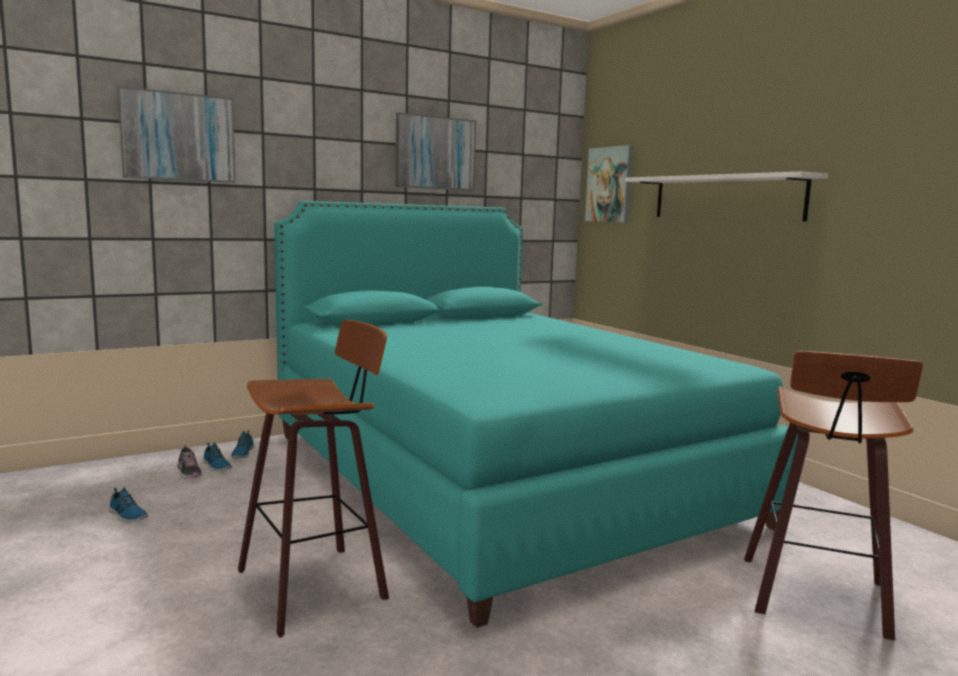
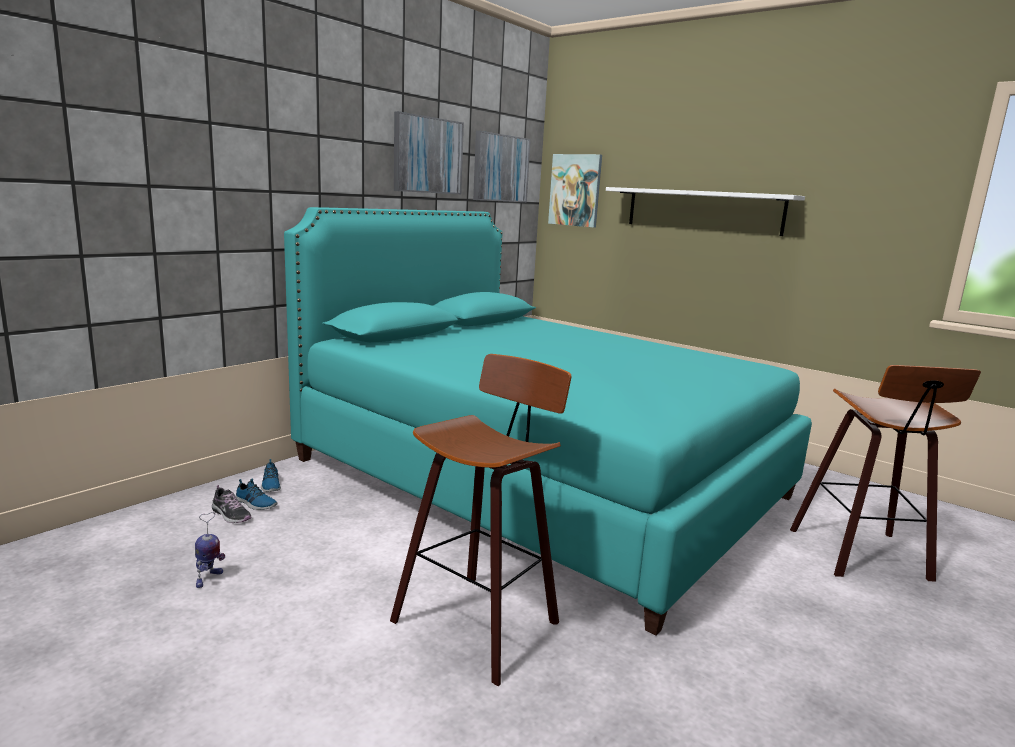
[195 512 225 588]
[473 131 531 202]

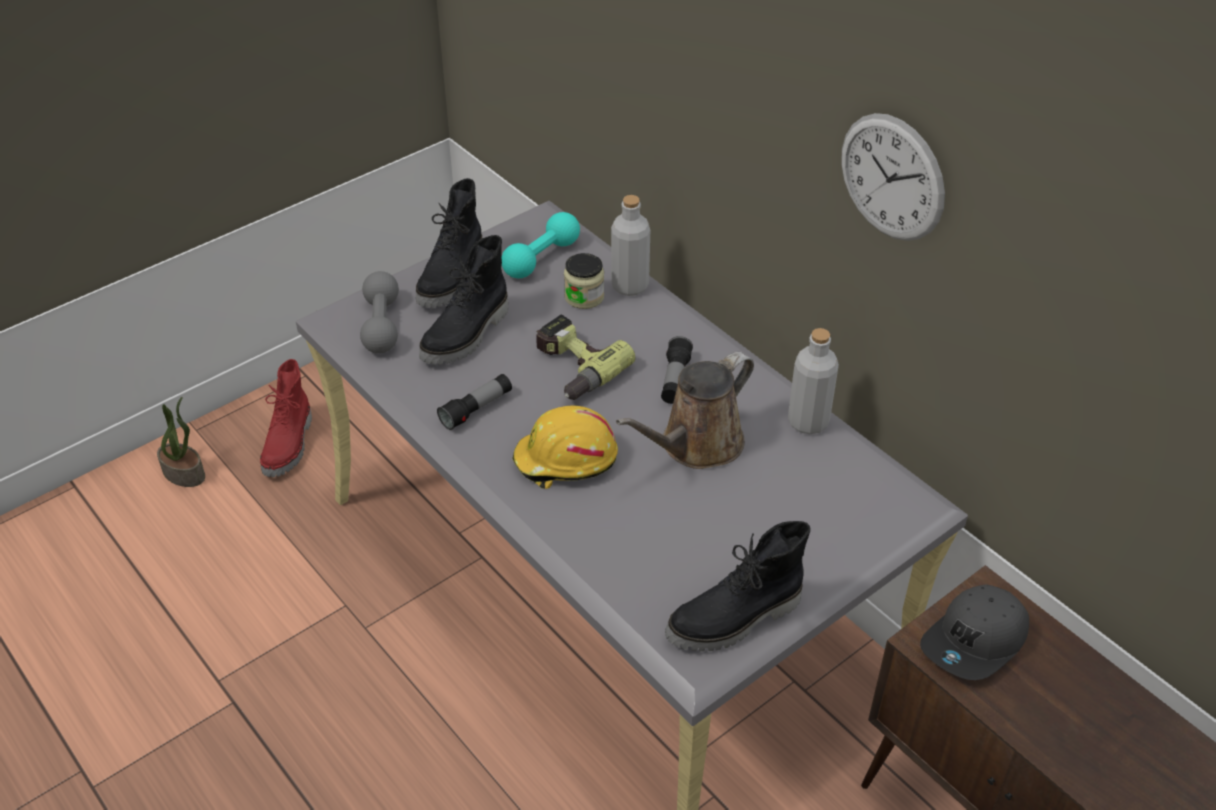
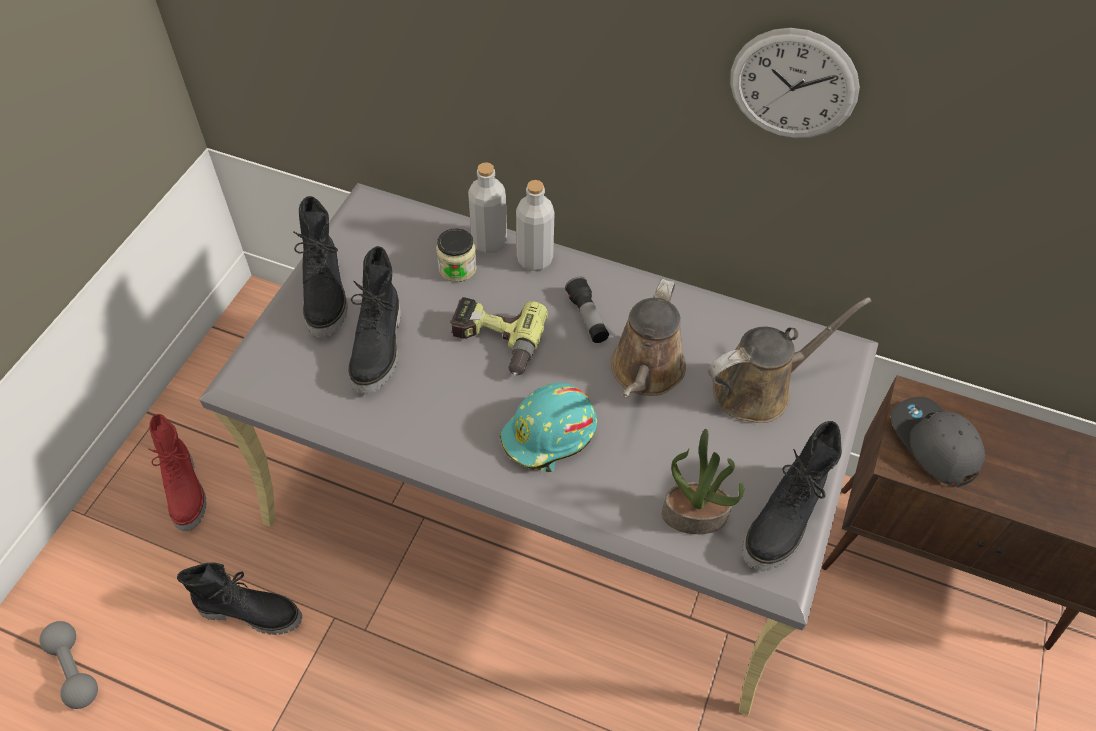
[40 621 98 709]
[177 562 302 635]
[500 383 597 473]
[516 180 555 271]
[662 429 744 534]
[708 297 872 423]
[891 397 985 486]
[437 374 512 430] (first image)
[502 212 580 279] (first image)

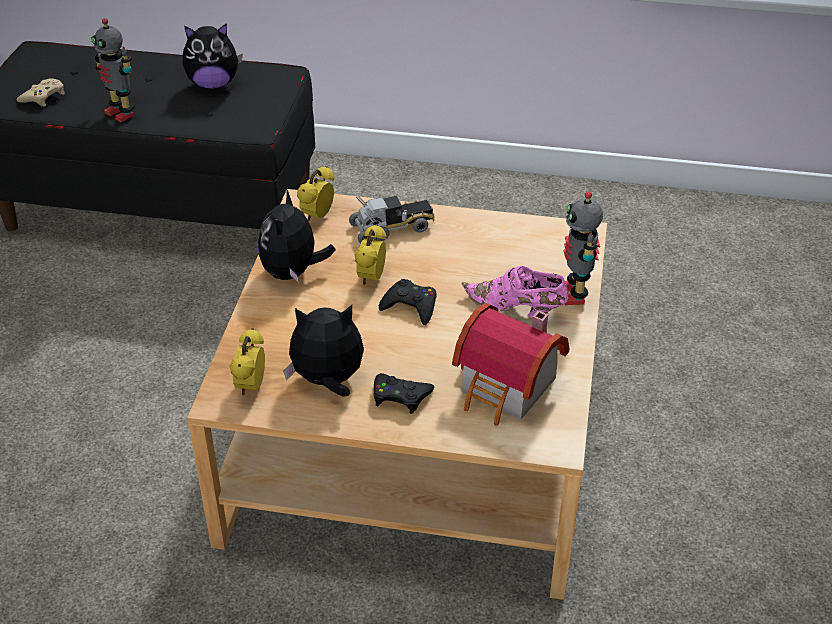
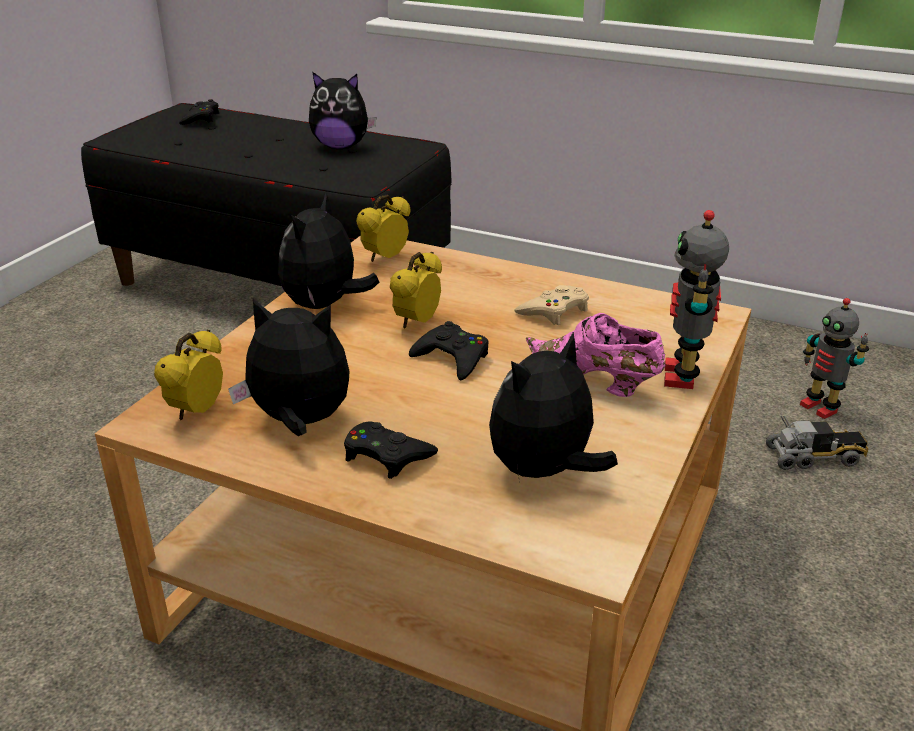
[179 99 219 125]
[489 332 618 478]
[514 285 589 325]
[766 415 869 470]
[800 298 869 419]

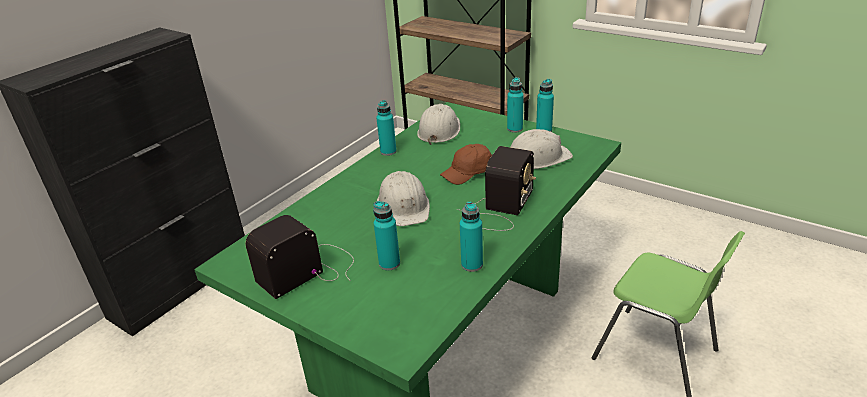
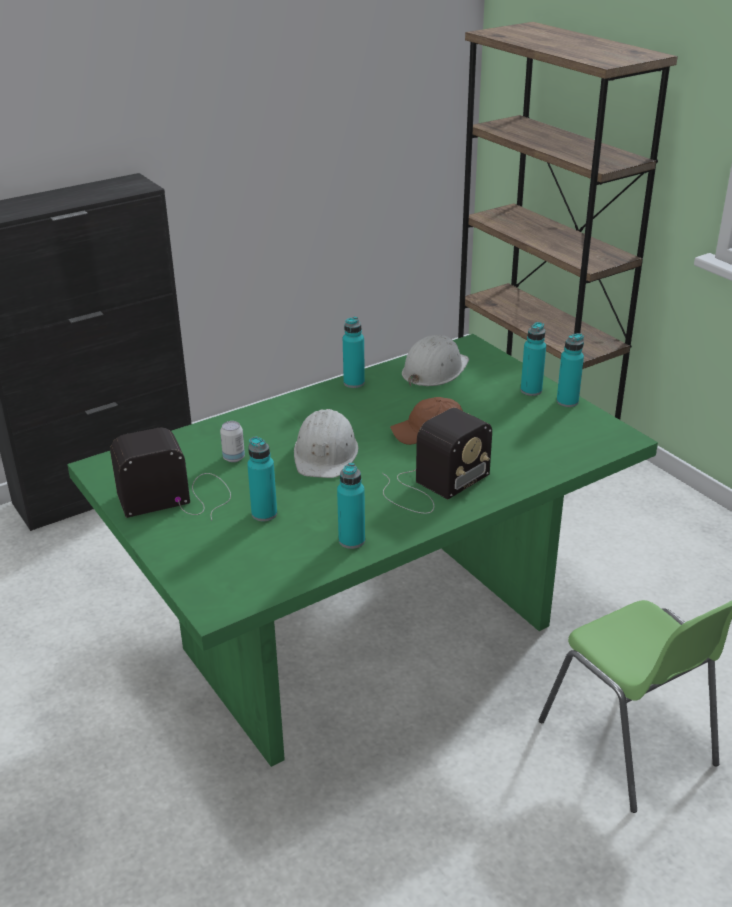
[220 421 245 462]
[510 129 573 169] (first image)

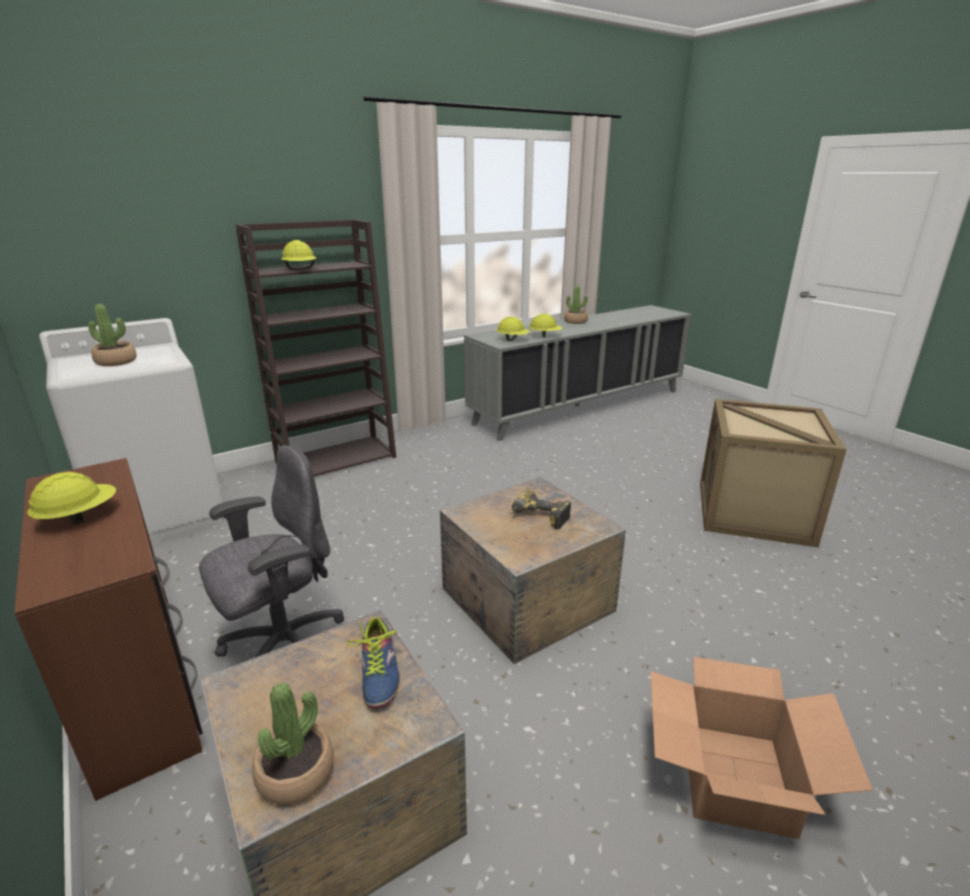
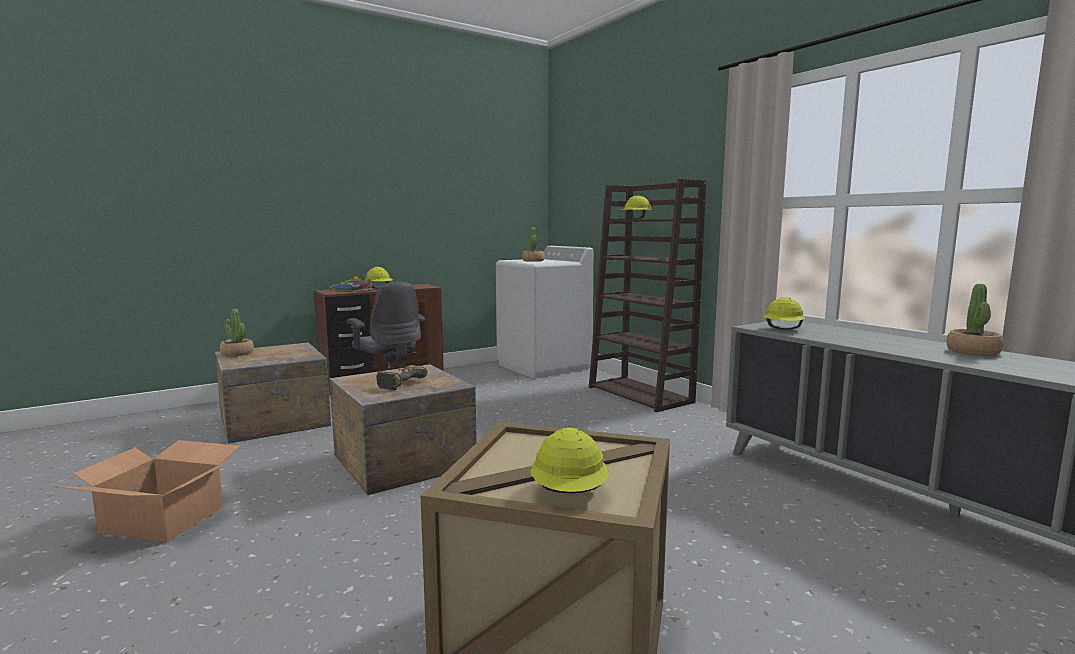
[330 275 372 292]
[531 428 609 493]

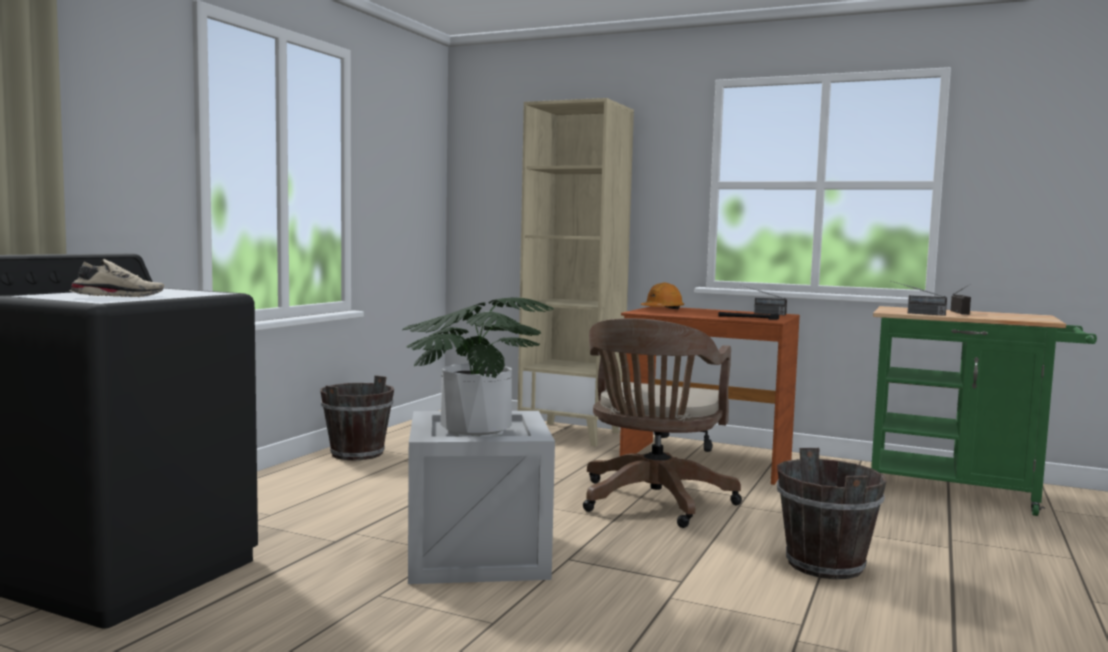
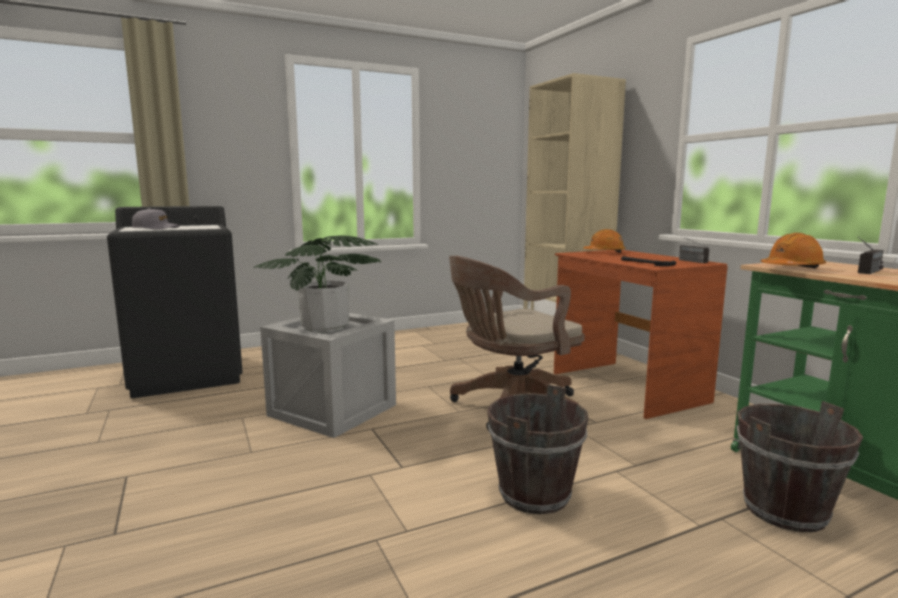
[132 208 180 230]
[737 401 863 532]
[761 233 826 269]

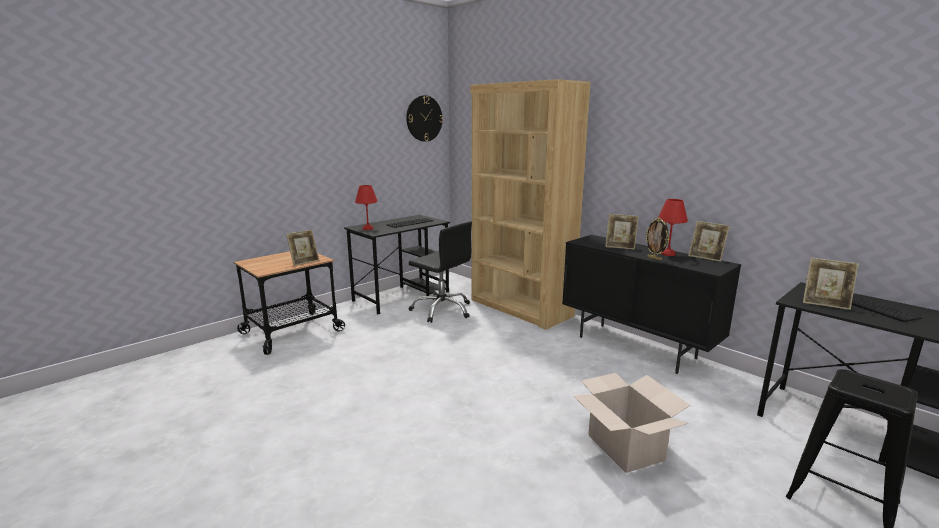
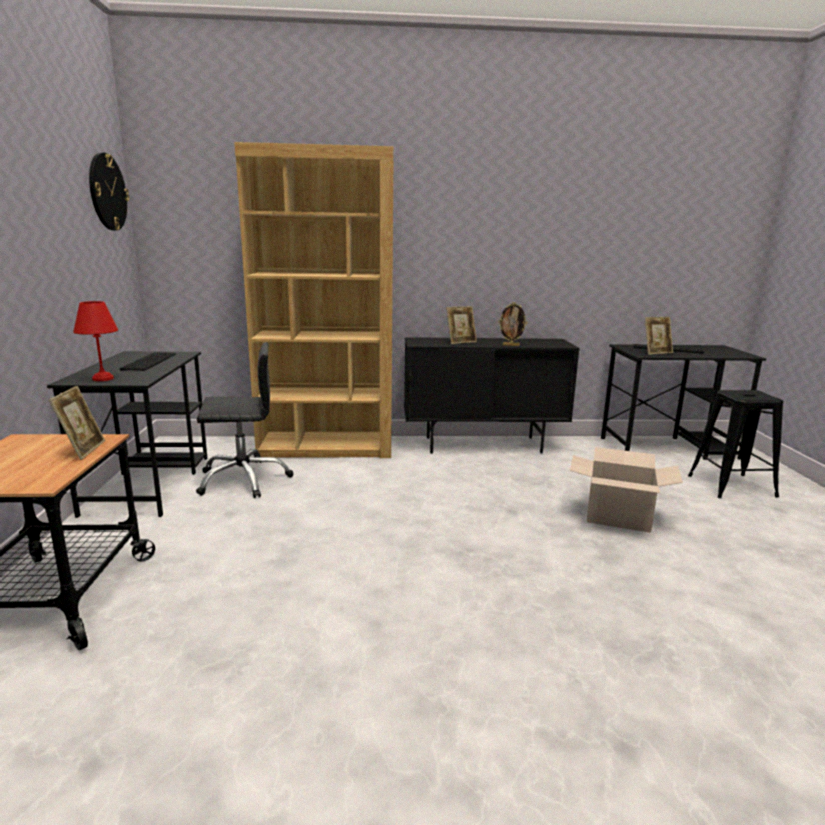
[657 199 688 256] (first image)
[688 221 730 262] (first image)

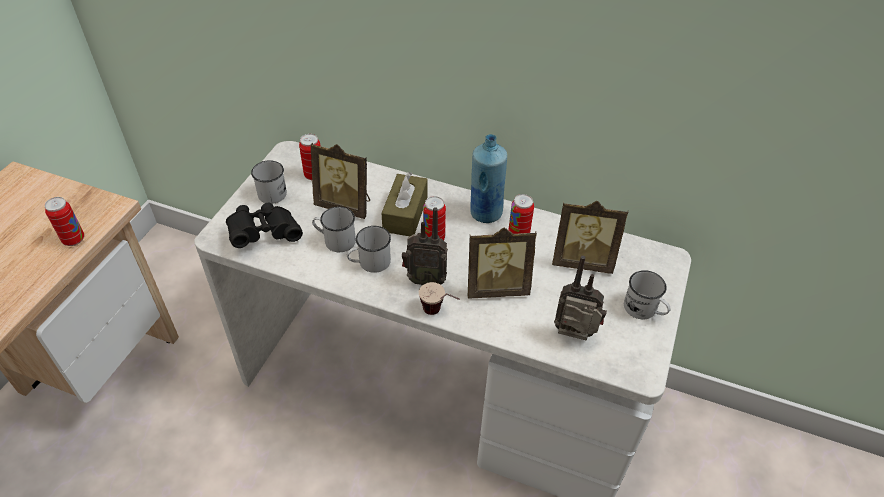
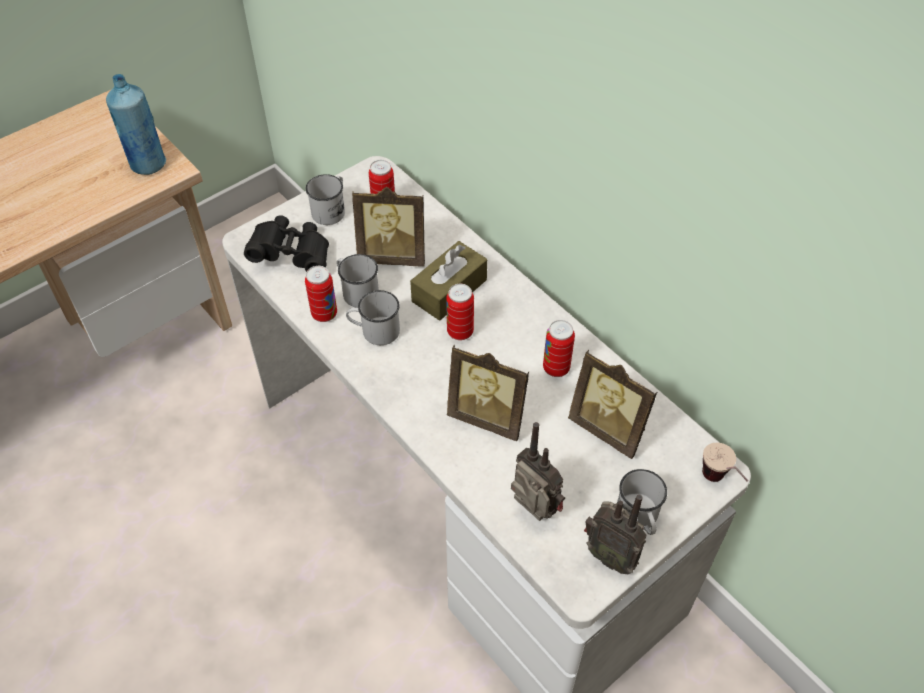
[106 74 166 175]
[305 266 337 322]
[352 187 425 267]
[584 495 647 574]
[702 442 748 482]

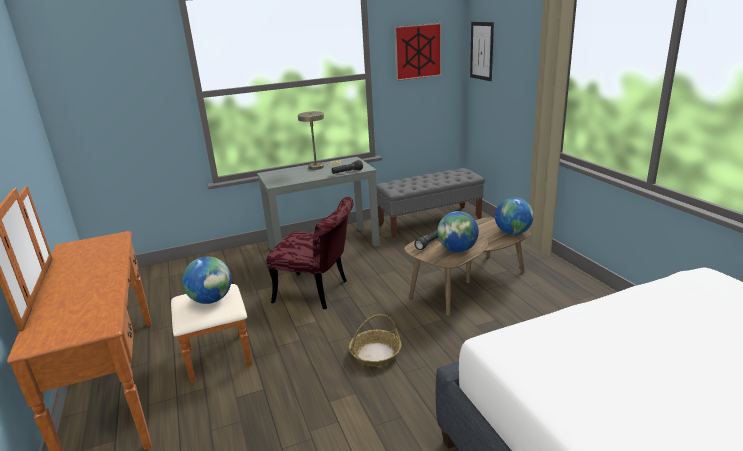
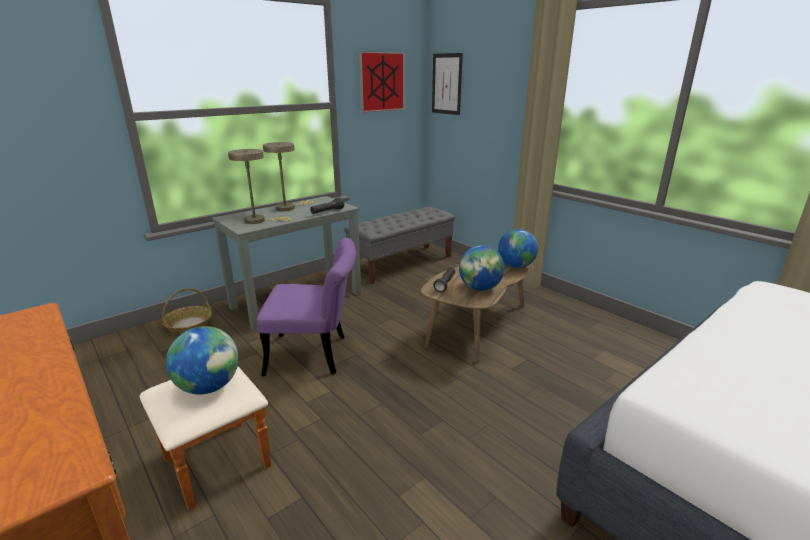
[162 288 212 334]
[228 149 290 224]
[257 238 356 376]

